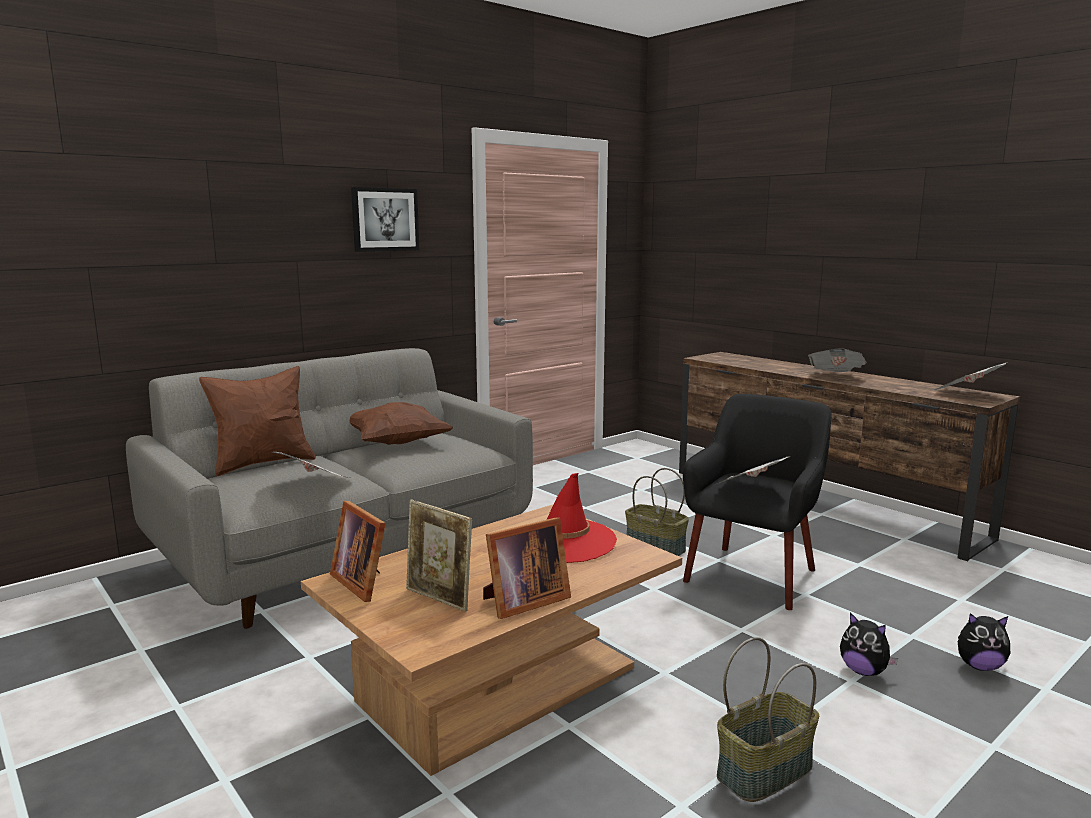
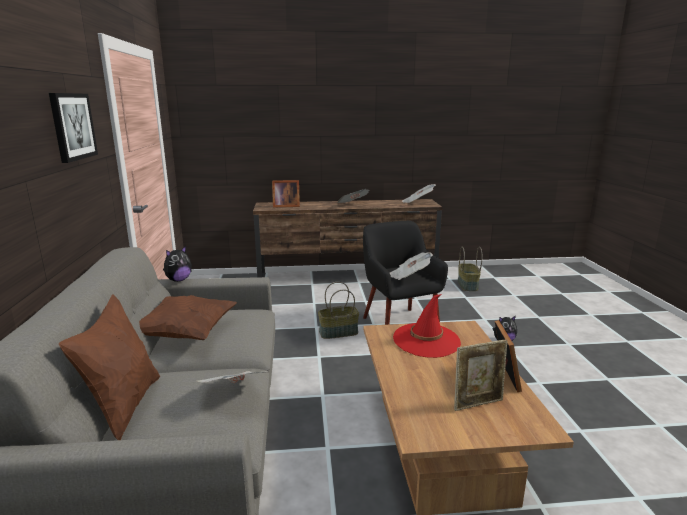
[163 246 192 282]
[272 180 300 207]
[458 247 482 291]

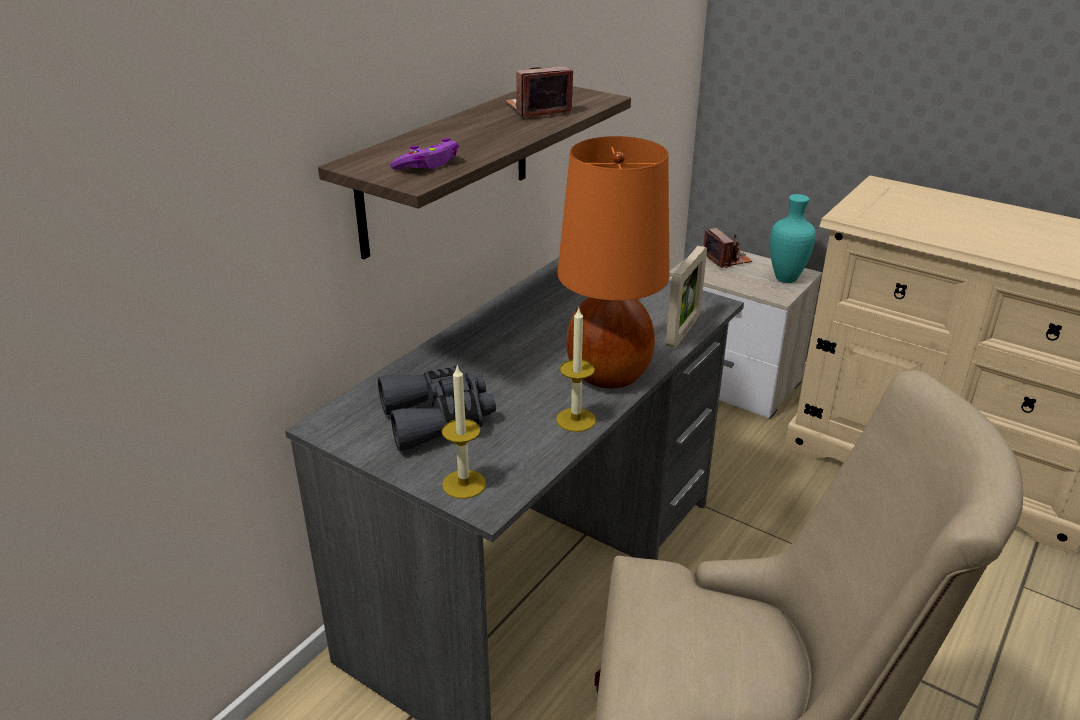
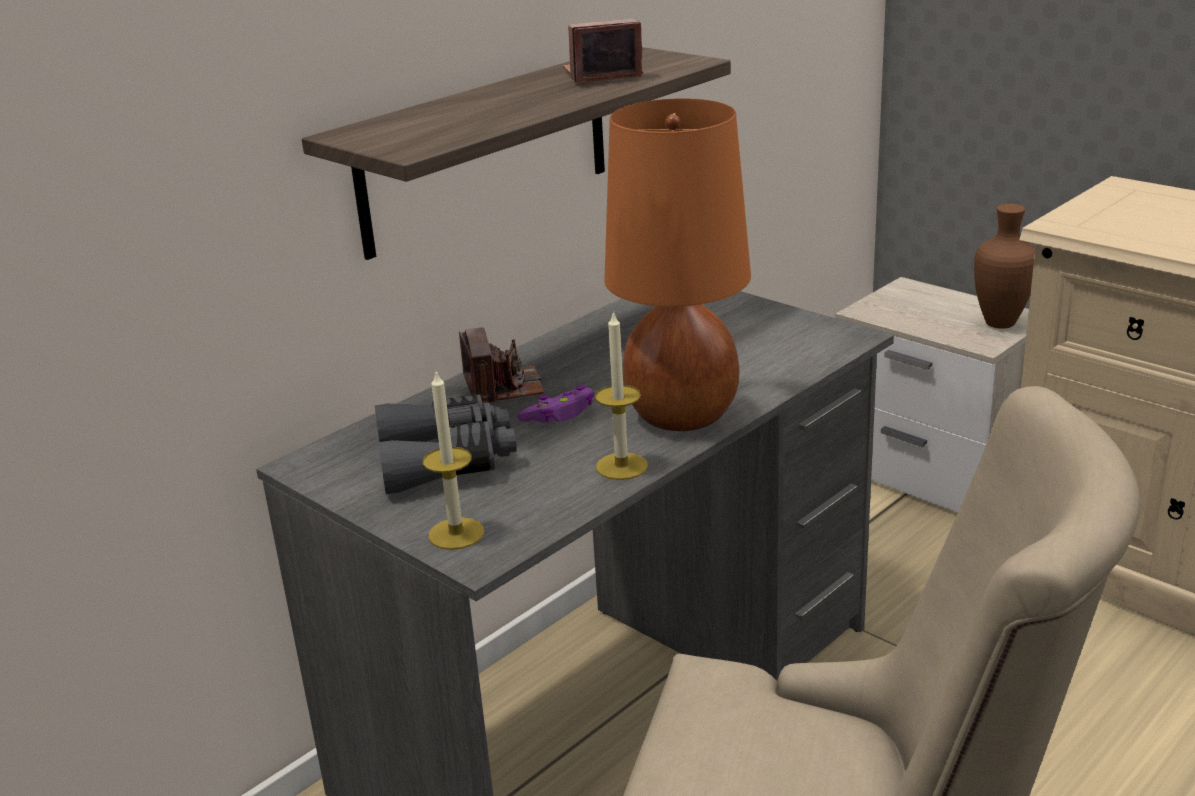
[459 327 544 404]
[517 386 595 423]
[974 204 1035 329]
[666 246 707 348] (first image)

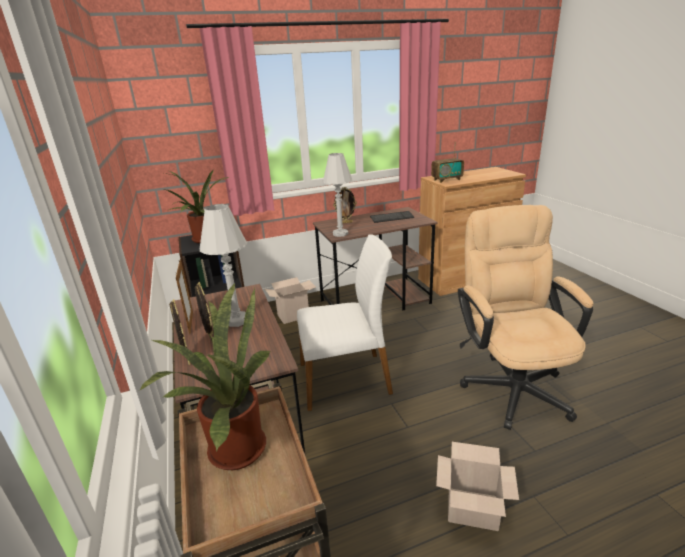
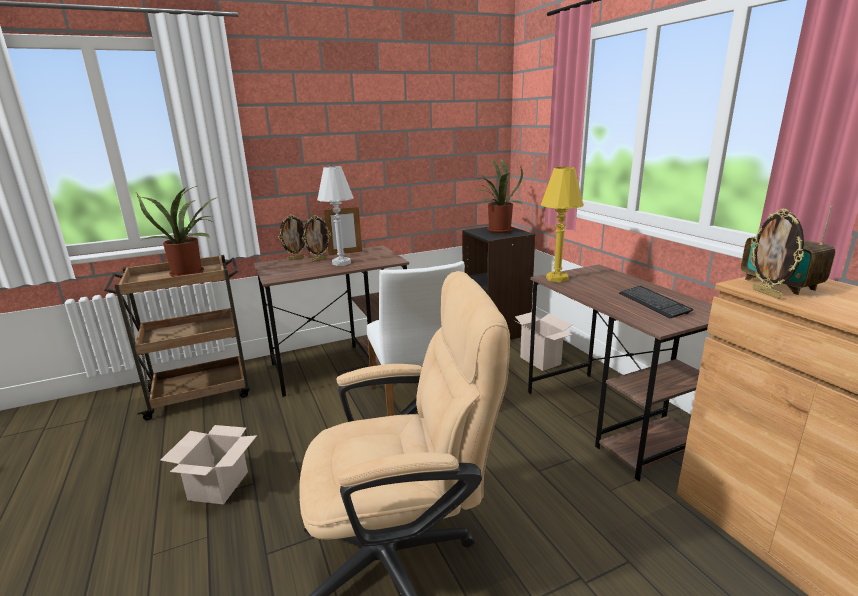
[541 167 584 282]
[751 208 804 299]

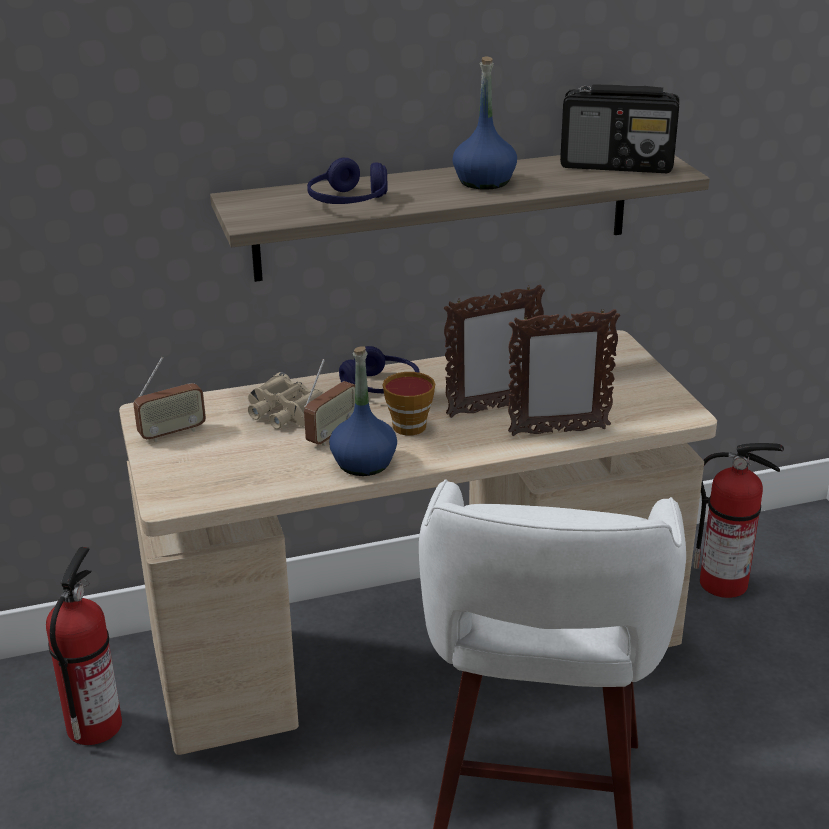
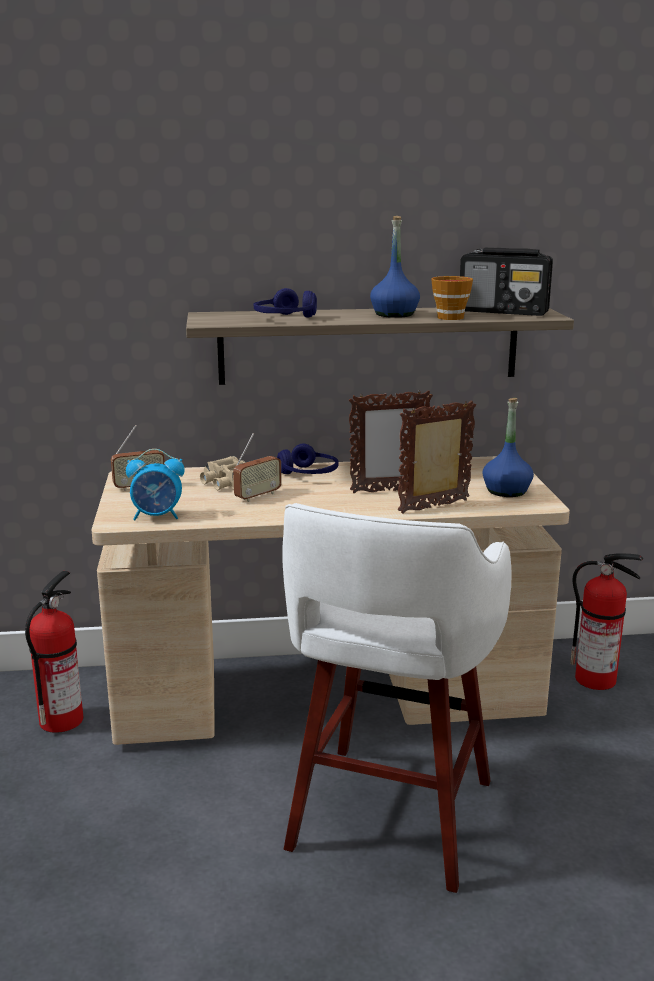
[126 449 184 521]
[398 400 476 514]
[431 276 473 320]
[482 398 534 497]

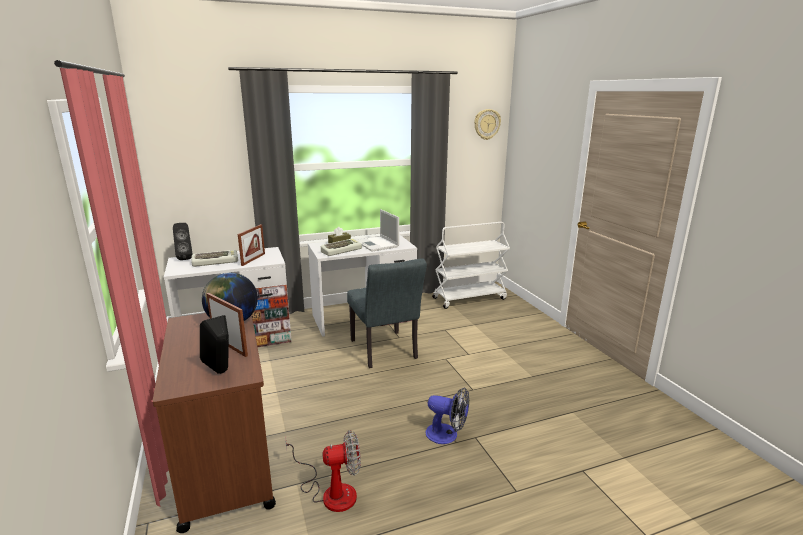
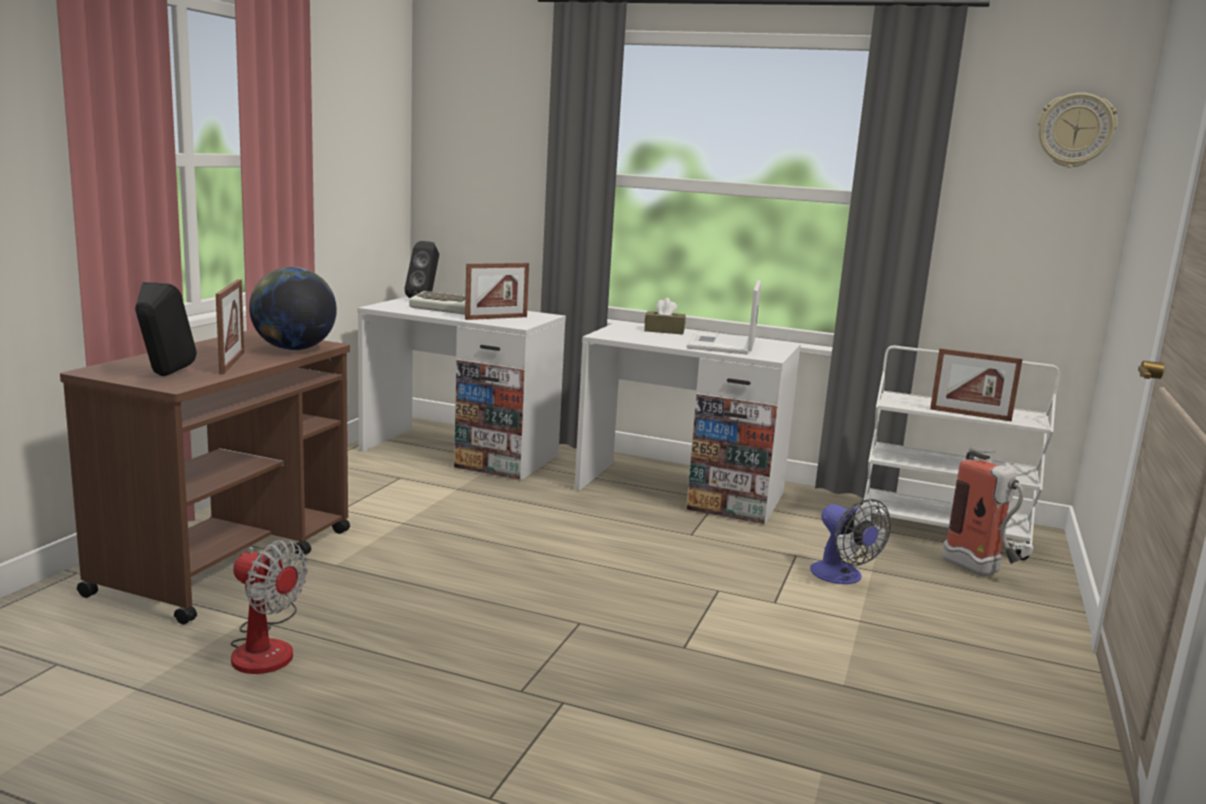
[810 499 891 584]
[930 348 1023 422]
[942 447 1024 576]
[321 238 362 256] (first image)
[347 259 427 368] (first image)

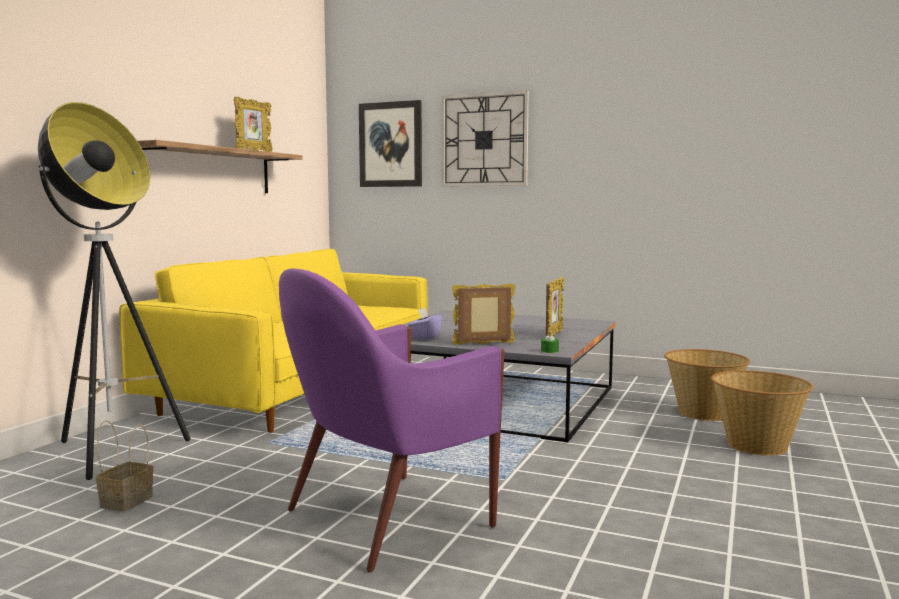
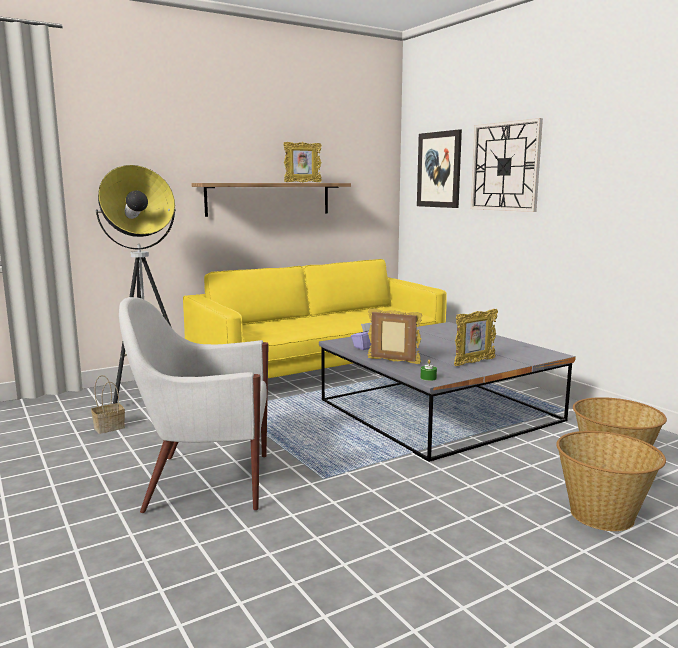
[119 297 269 513]

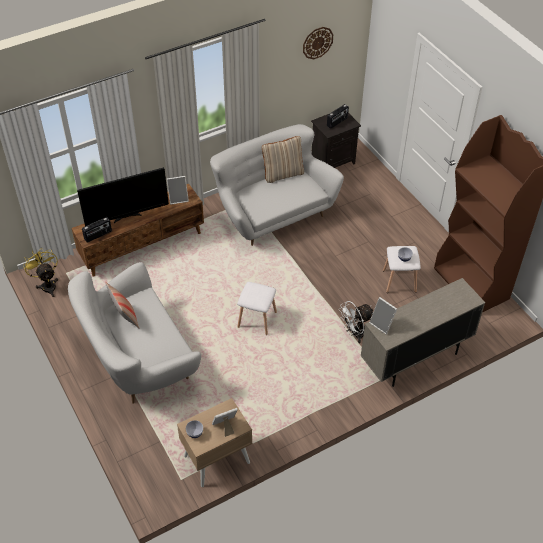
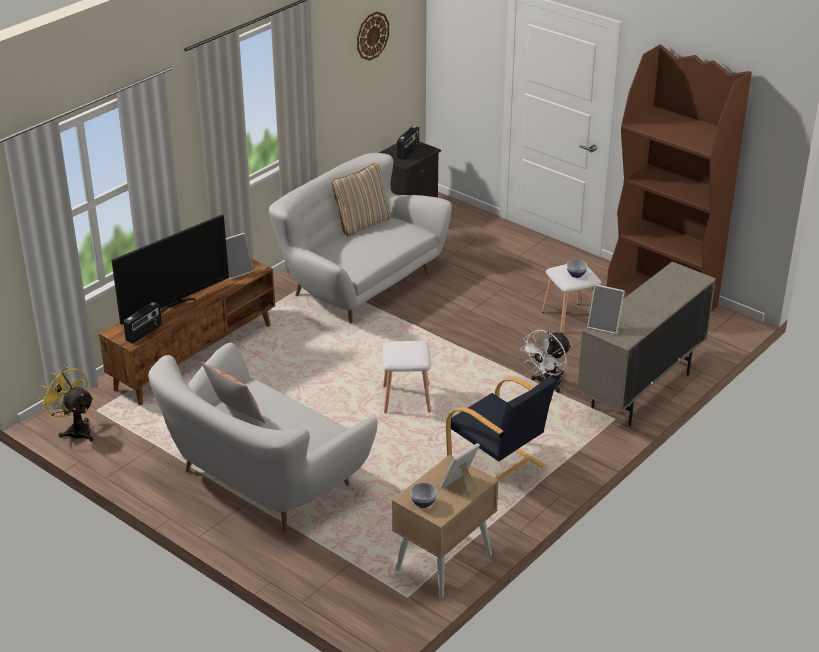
[446 377 556 498]

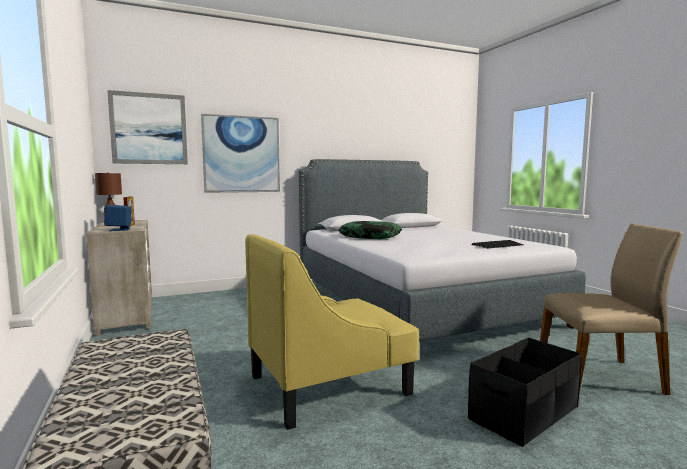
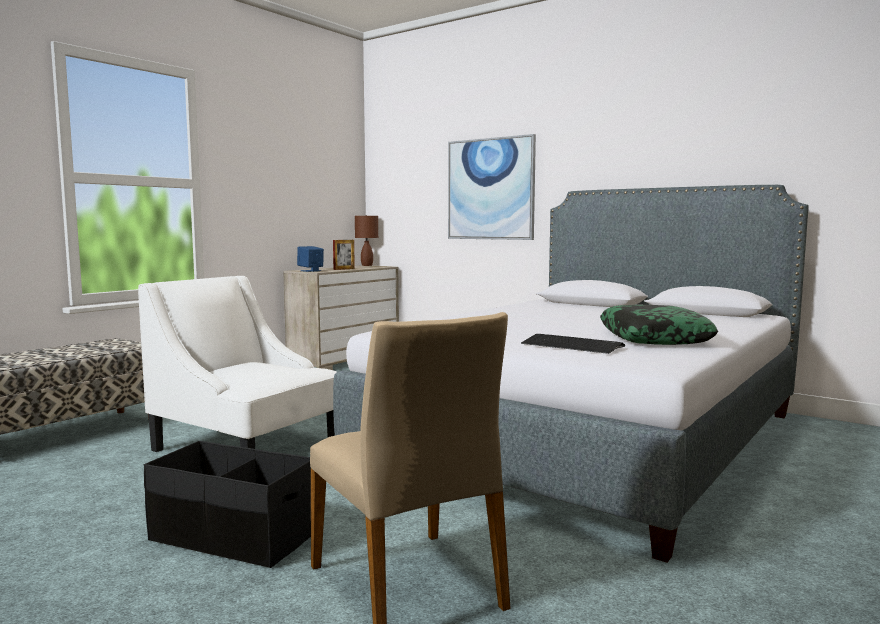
[138 276 337 452]
[600 305 718 345]
[107 90 188 164] (first image)

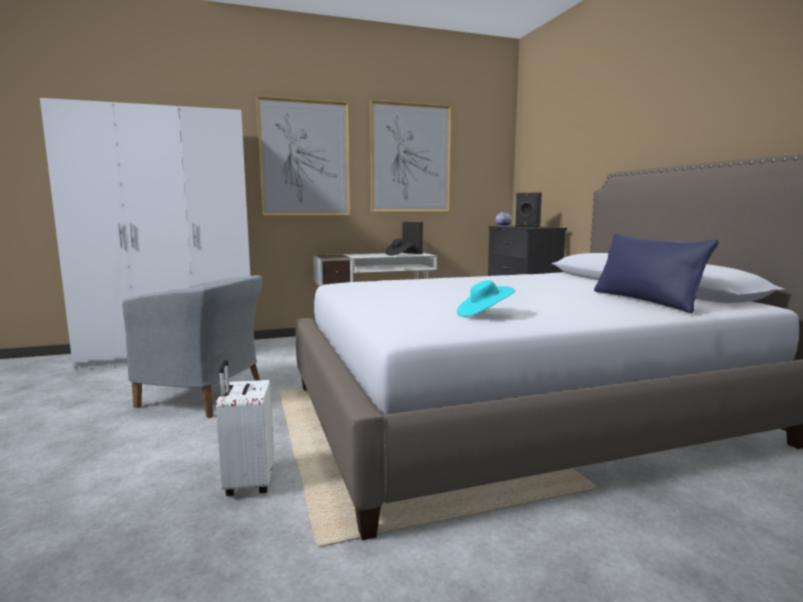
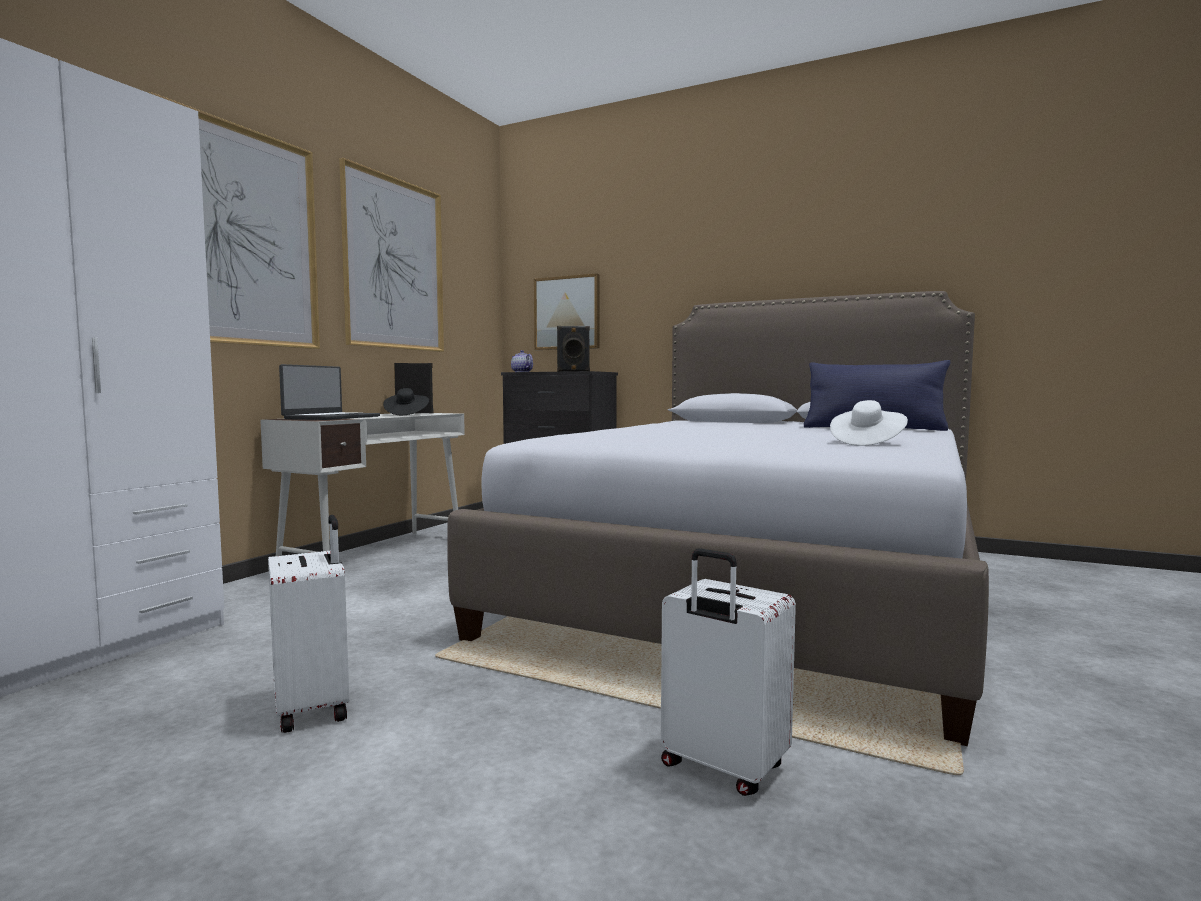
[268 515 349 733]
[279 364 380 420]
[534 273 599 350]
[830 400 908 446]

